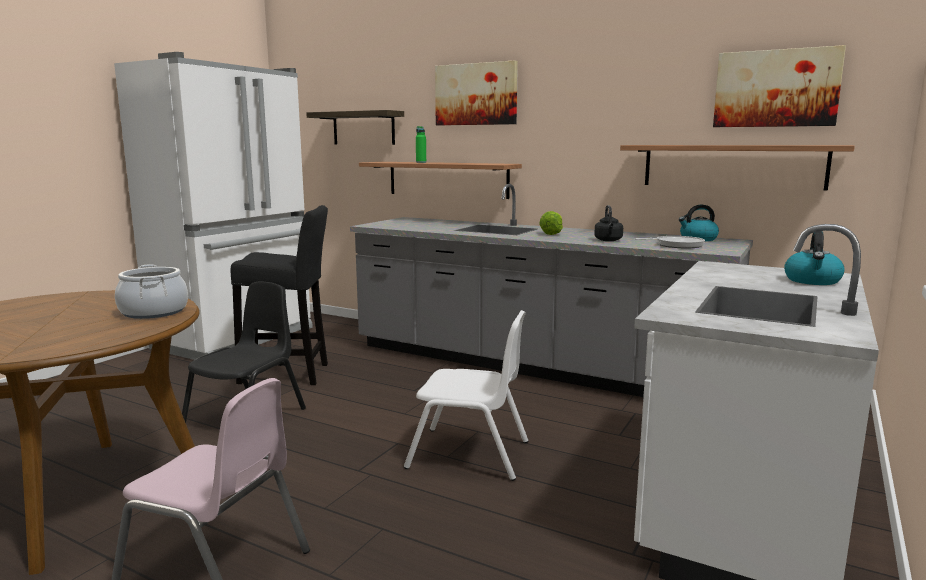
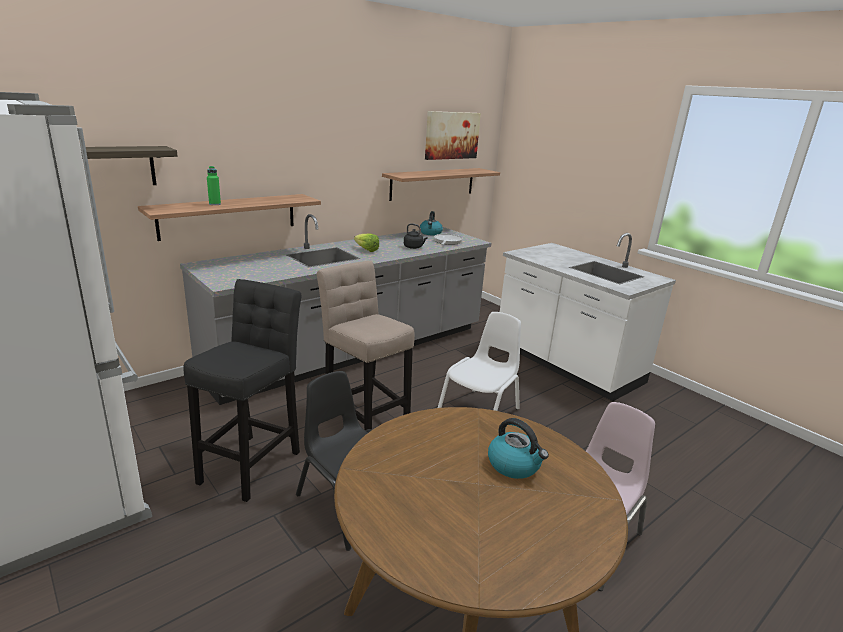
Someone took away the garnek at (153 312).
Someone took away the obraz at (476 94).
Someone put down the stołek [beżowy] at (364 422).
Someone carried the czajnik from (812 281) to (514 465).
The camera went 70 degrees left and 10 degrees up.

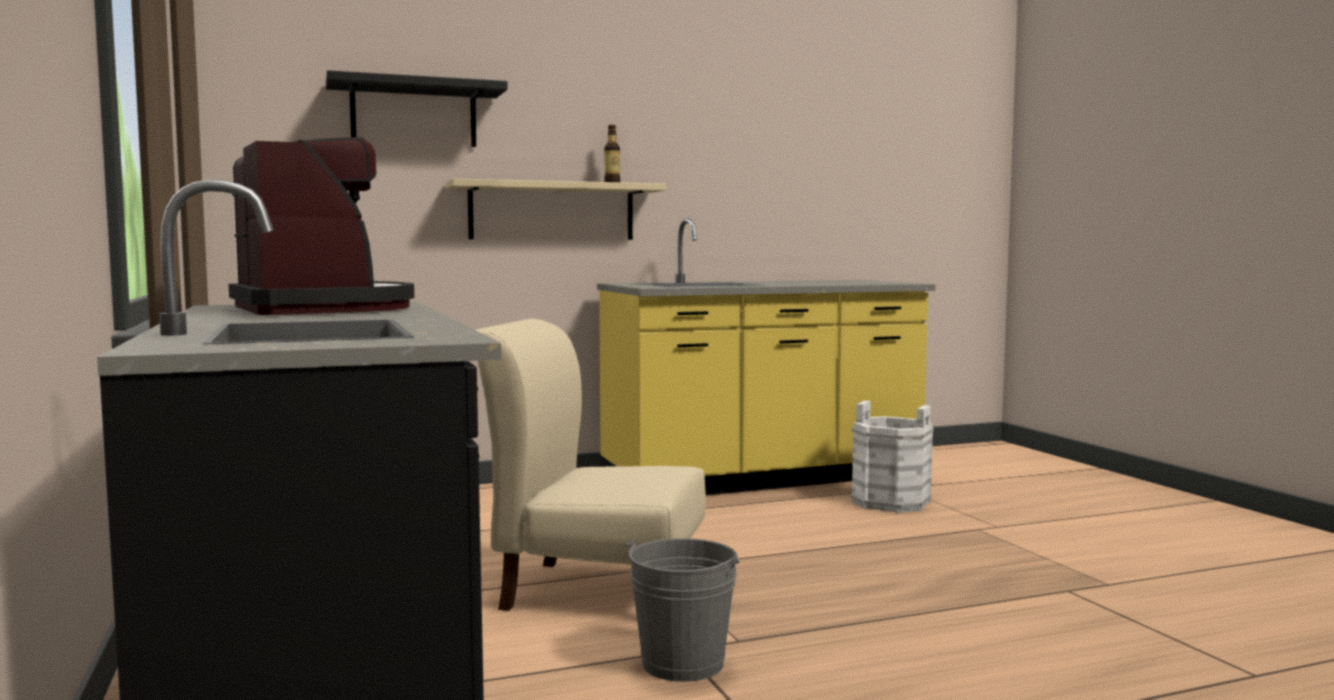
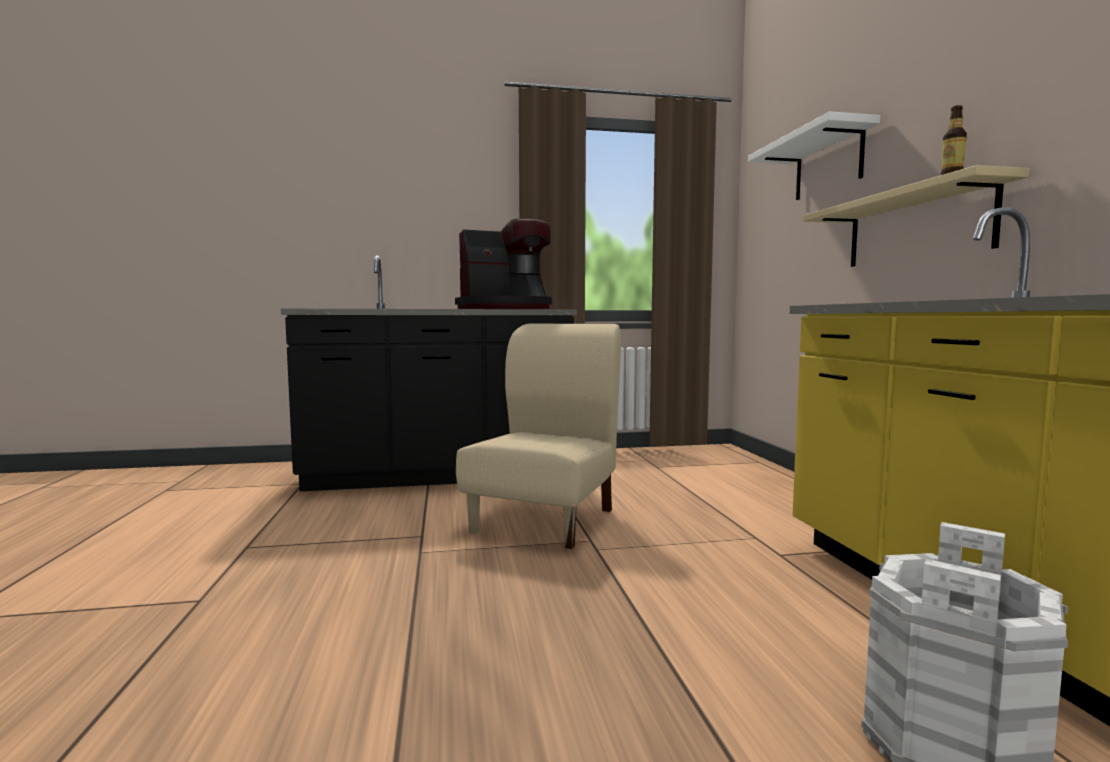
Someone took away the wiadro [szary] at (682 663).
Someone repainted the półka [czarny] at (414 115), which became the półka [biały] at (828 164).
The camera went 100 degrees right and 0 degrees up.

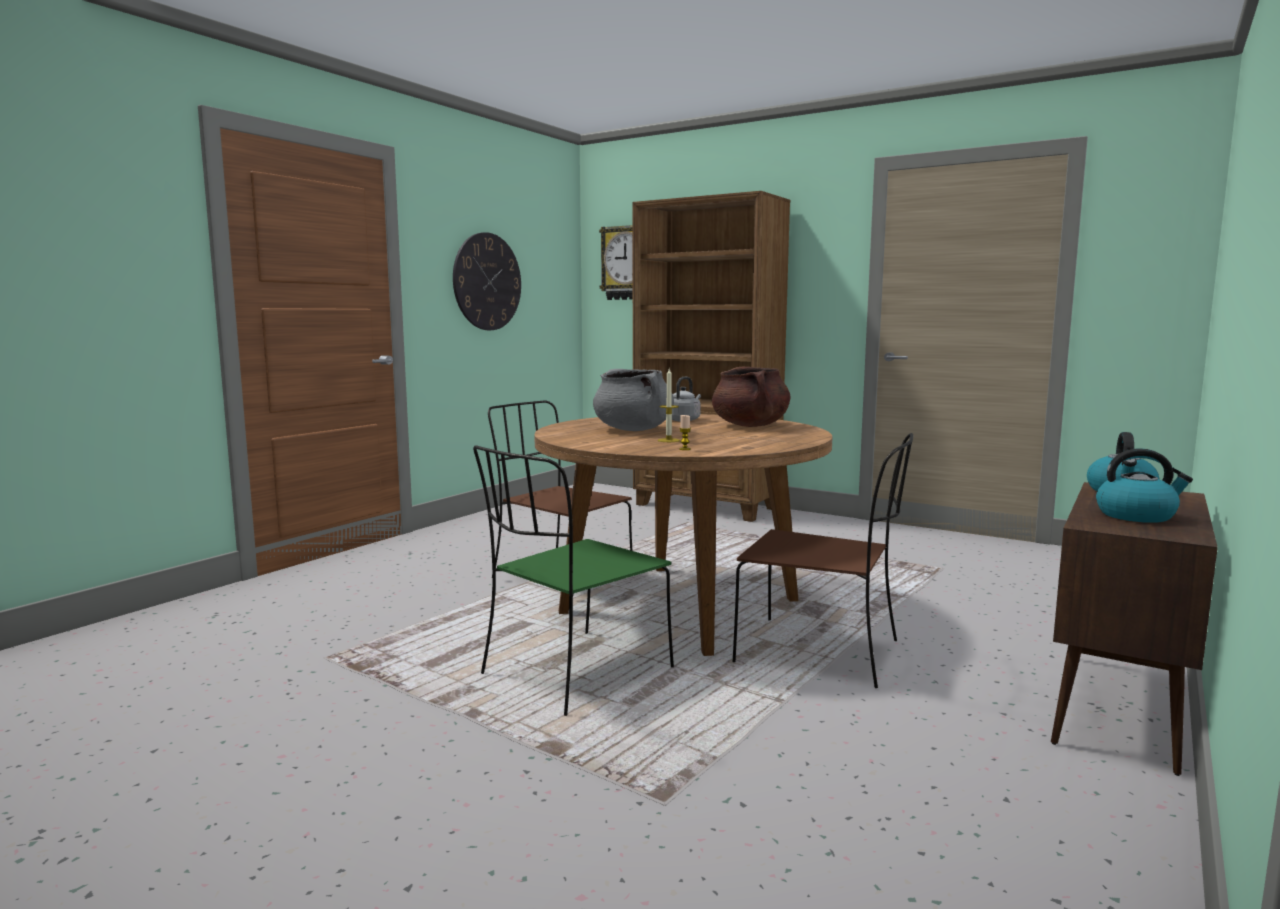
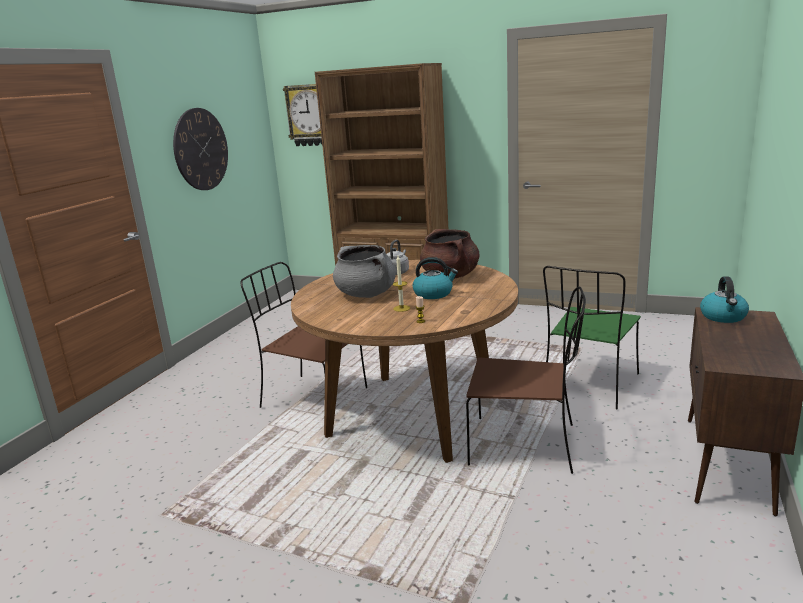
Someone carried the krzesło [zielony] from (574 673) to (590 385).
Someone carried the czajnik from (1137 515) to (434 294).
The camera went 10 degrees left and 10 degrees up.

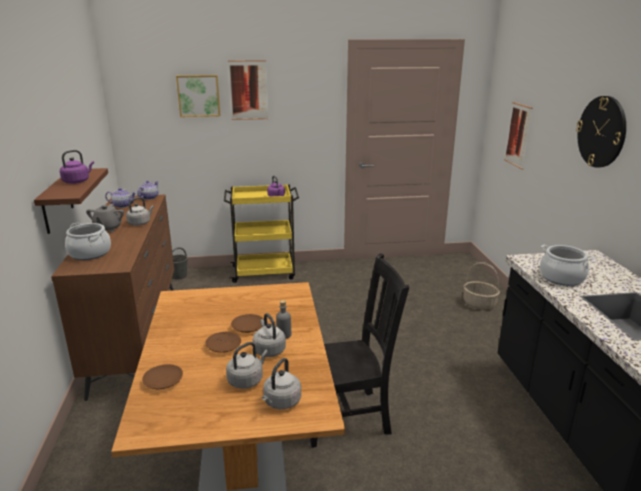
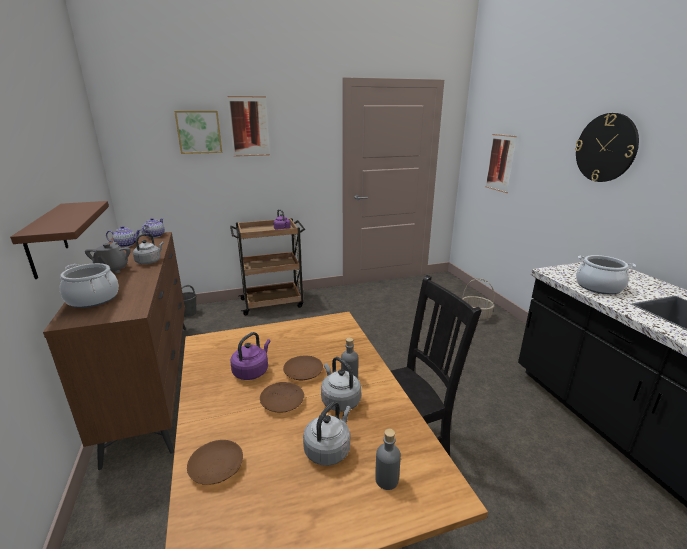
Someone carried the czajnik [fioletowy] from (77 181) to (252 371).
Someone swapped the czajnik [szary] at (281 402) for the butelka [szary] at (386 479).
Someone repainted the wózek [żółty] at (264 272), which became the wózek [brązowy] at (273 303).
The camera went 10 degrees left and 0 degrees up.

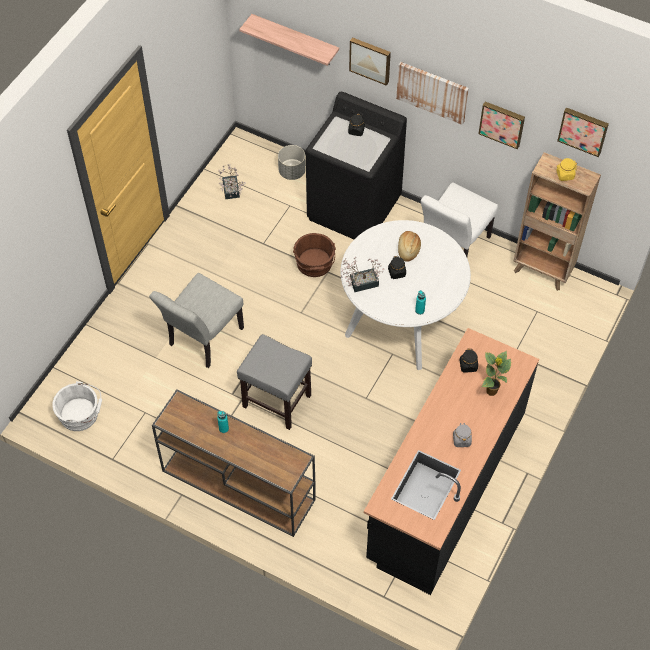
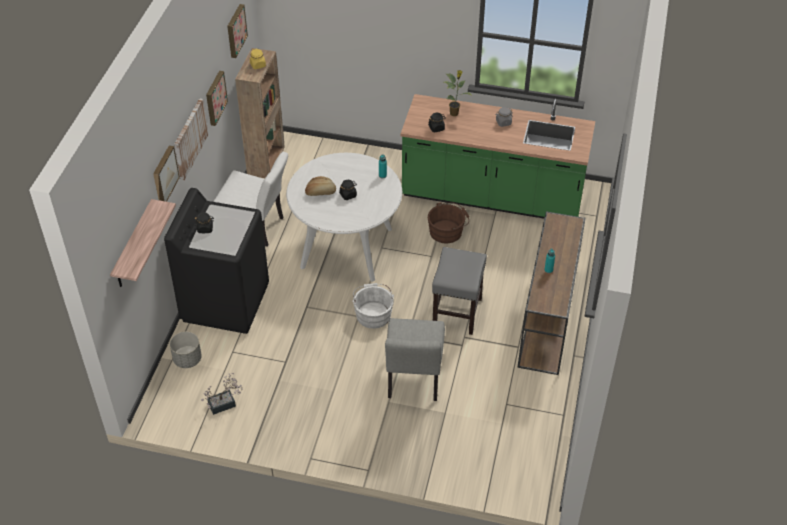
Someone took away the roślina doniczkowa at (360 283).
Someone carried the wiadro [biały] from (81 414) to (373 313).
Someone carried the wiadro [brązowy] from (314 264) to (447 231).
Someone repainted the zabudowa kuchenna [czarny] at (444 487), which became the zabudowa kuchenna [zielony] at (492 197).
Someone rotated the krzesło [szary] at (202 340) by 75 degrees clockwise.
The camera went 105 degrees left and 10 degrees down.

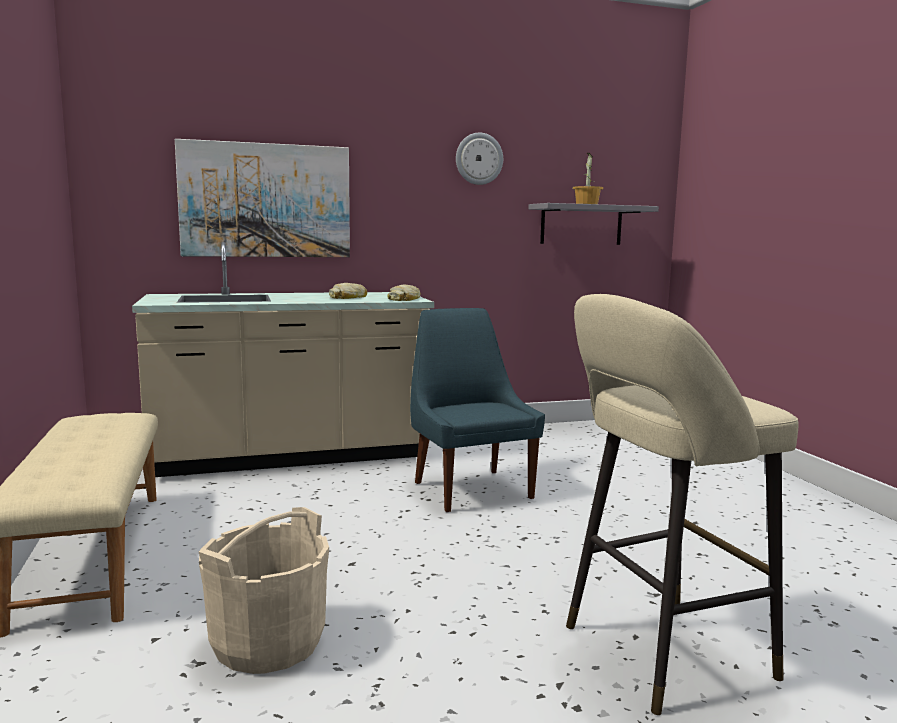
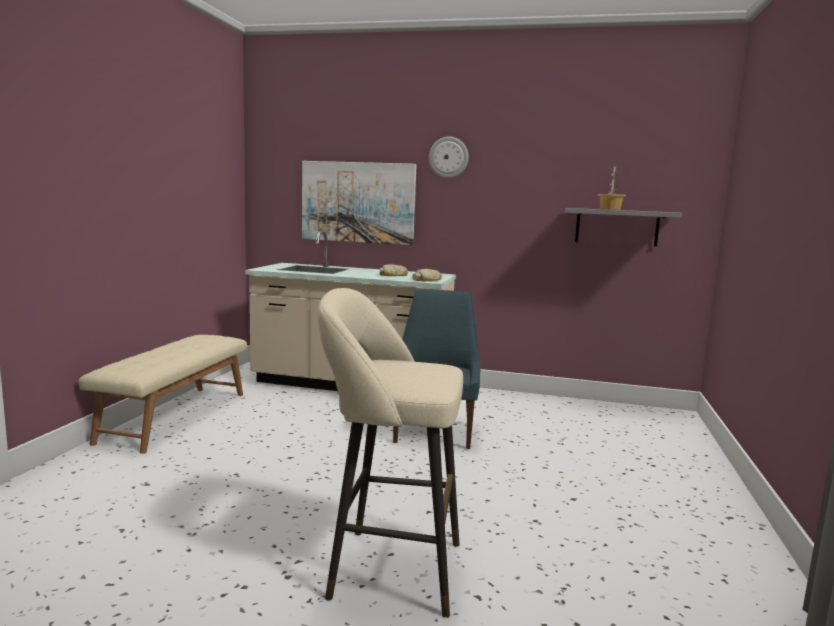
Someone took away the wiadro [beżowy] at (267 642).
Someone carried the zegar ścienny from (479 159) to (448 157).
The camera went 30 degrees right and 0 degrees up.

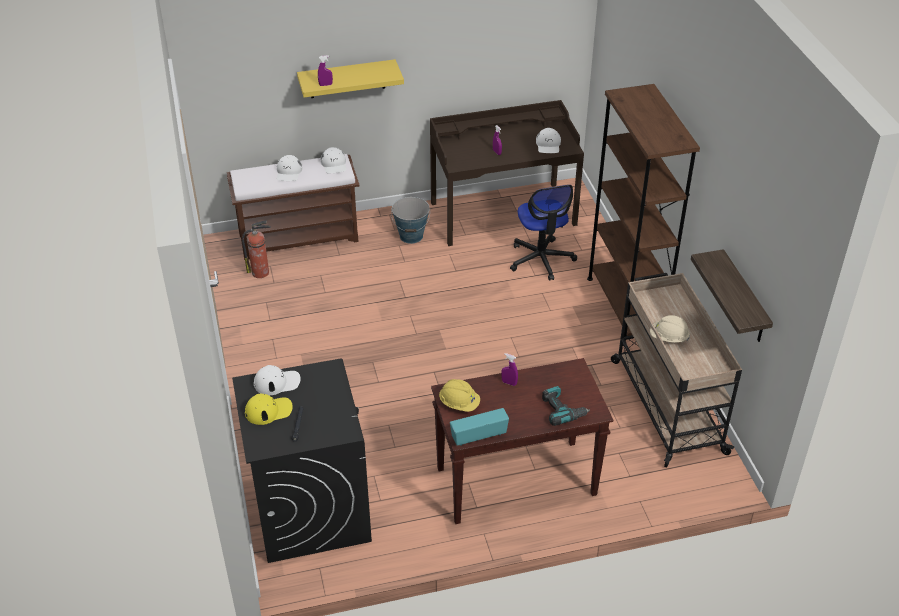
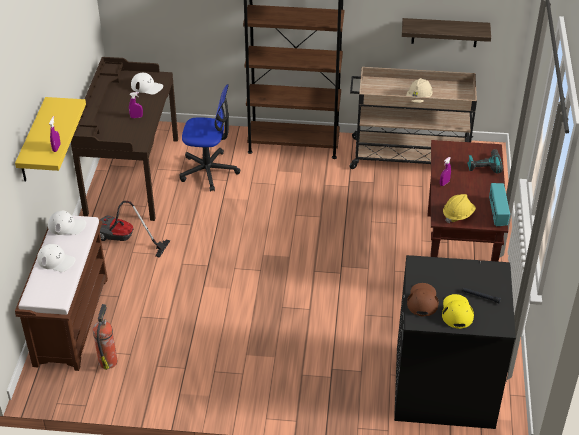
Someone swapped the wiadro at (411 236) for the odkurzacz at (124 240).
Someone repainted the czapka z daszkiem [biały] at (277 382), which became the czapka z daszkiem [brązowy] at (422 300).
The camera went 70 degrees left and 0 degrees up.

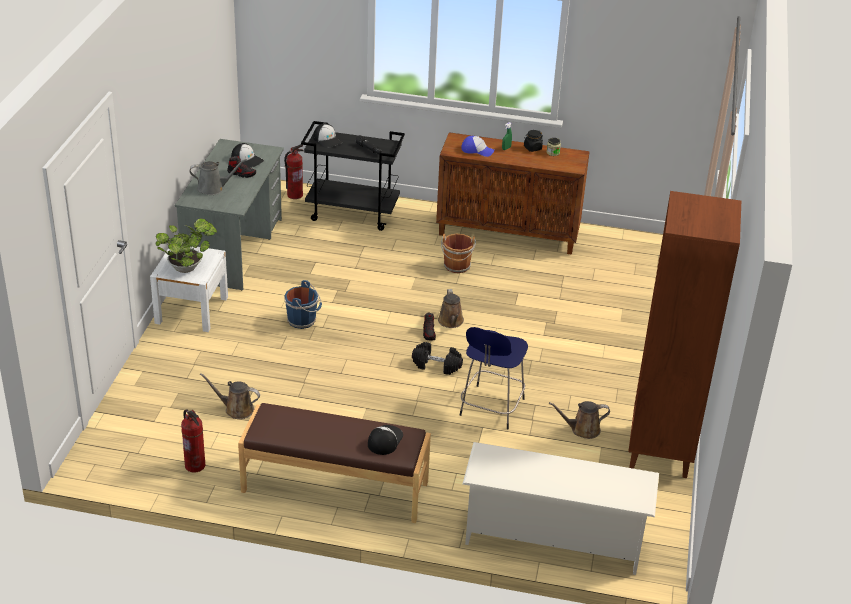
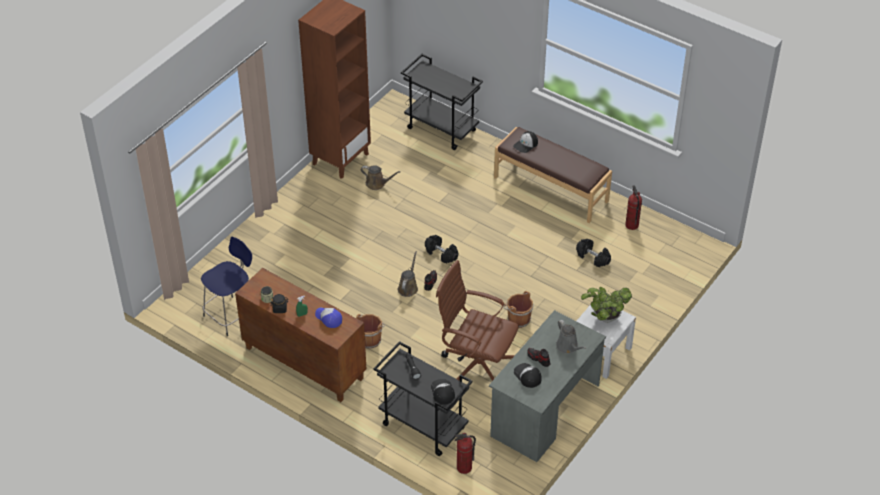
Someone put down the krzesło biurowe [brązowy] at (476 366).
Someone carried the stołek [niebieski] from (491 408) to (231 315).
Someone swapped the konewka [brązowy] at (236 409) for the hantel [czarny] at (593 257).
Someone swapped the regał na buty [biały] at (553 538) for the wózek [czarny] at (442 129).
Someone repainted the wiadro [niebieski] at (303 320), which became the wiadro [brązowy] at (518 319).
Someone rotated the konewka [szary] at (213 188) by 135 degrees counterclockwise.
The camera went 155 degrees left and 10 degrees up.

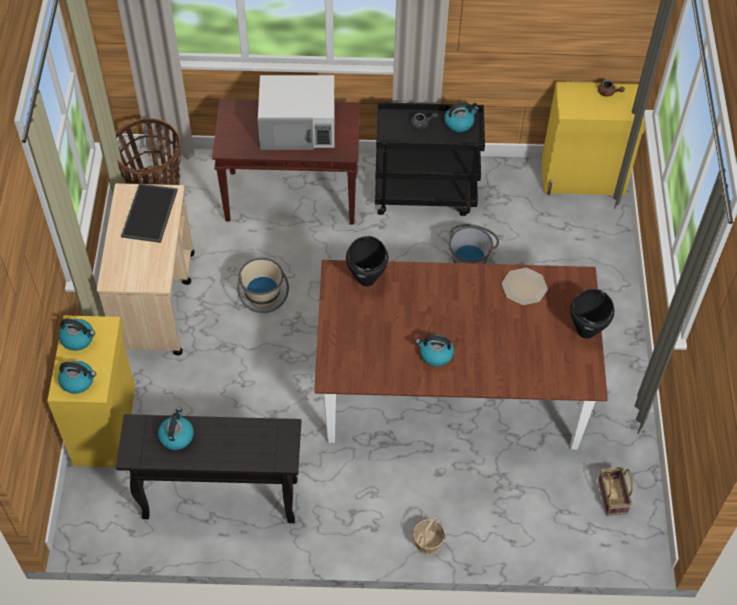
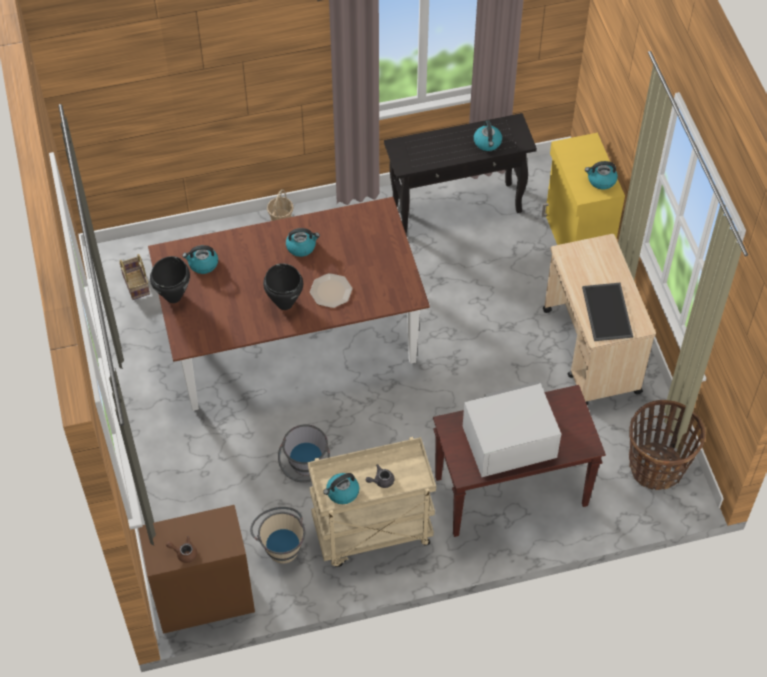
Someone carried the czajnik from (78 381) to (202 264).
Someone carried the wiadro [beżowy] from (264 302) to (280 544).
Someone carried the garnek [czarny] from (367 279) to (284 304).
Someone carried the talerz from (524 287) to (330 291).
Someone repainted the wózek [czarny] at (425 194), which became the wózek [beżowy] at (371 533).
Someone repainted the szafka [żółty] at (583 178), which became the szafka [brązowy] at (203 599).
The camera went 165 degrees right and 0 degrees up.

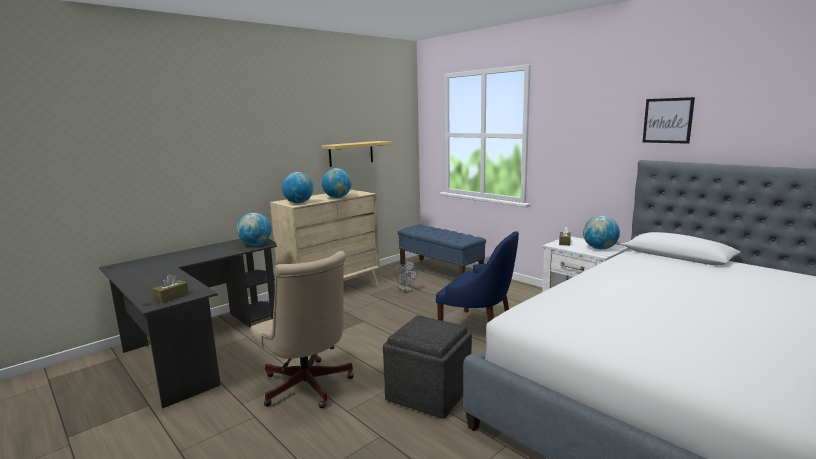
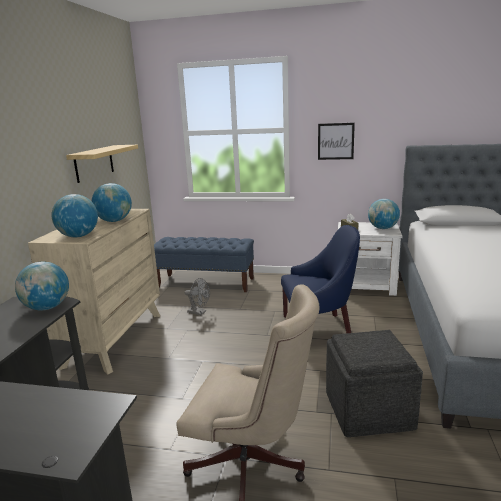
Someone took away the pudełko chusteczek [brązowy] at (171 296).
Someone carried the obraz from (667 120) to (335 141).
The camera went 35 degrees left and 5 degrees up.

